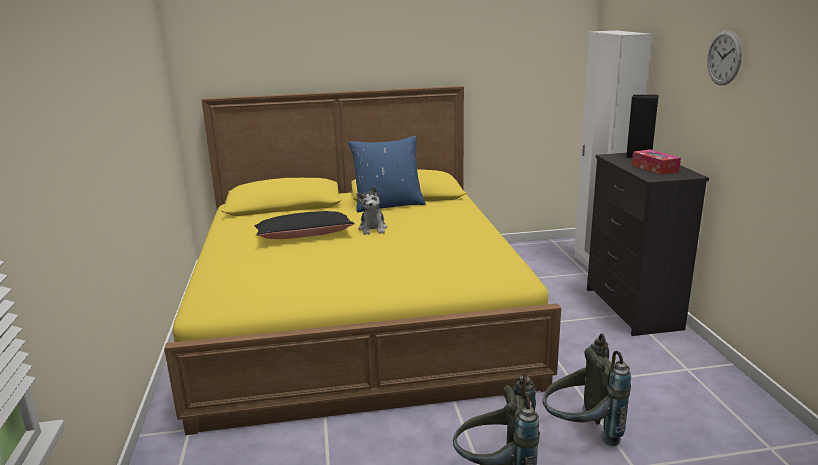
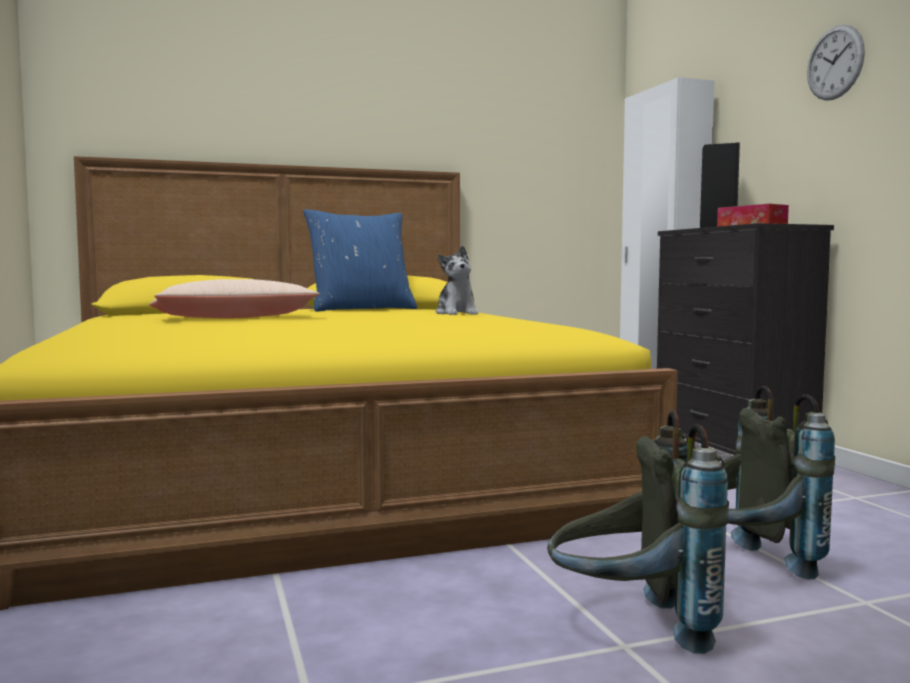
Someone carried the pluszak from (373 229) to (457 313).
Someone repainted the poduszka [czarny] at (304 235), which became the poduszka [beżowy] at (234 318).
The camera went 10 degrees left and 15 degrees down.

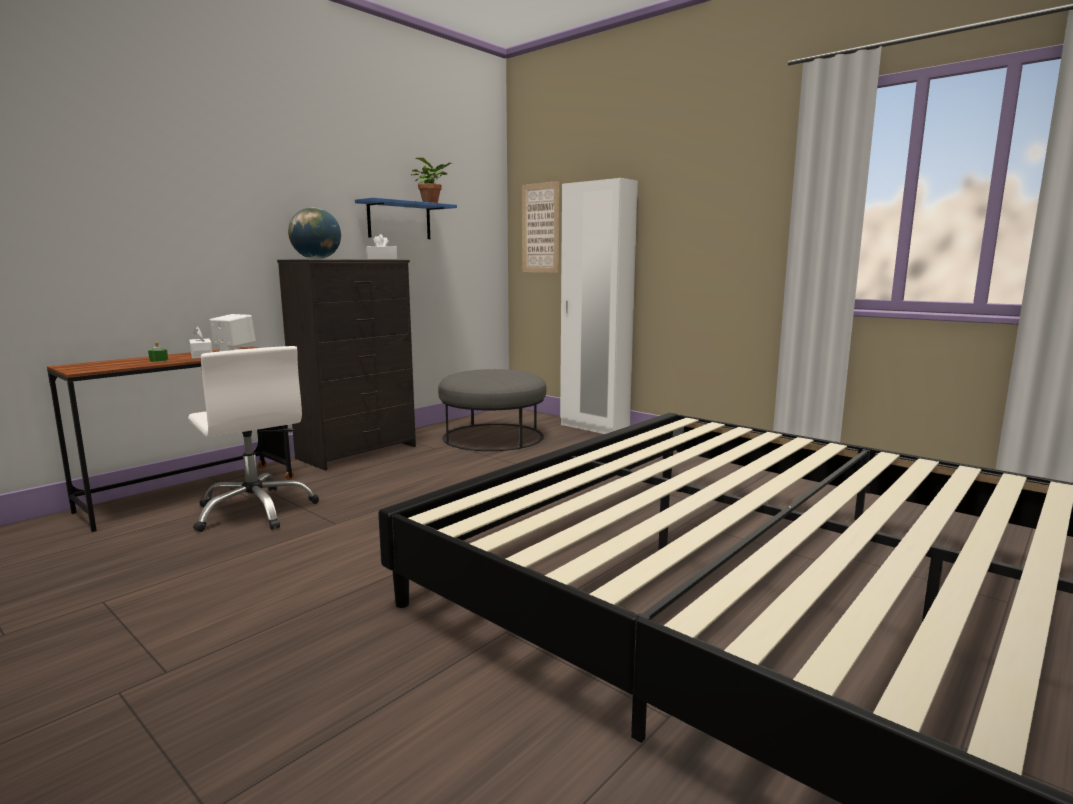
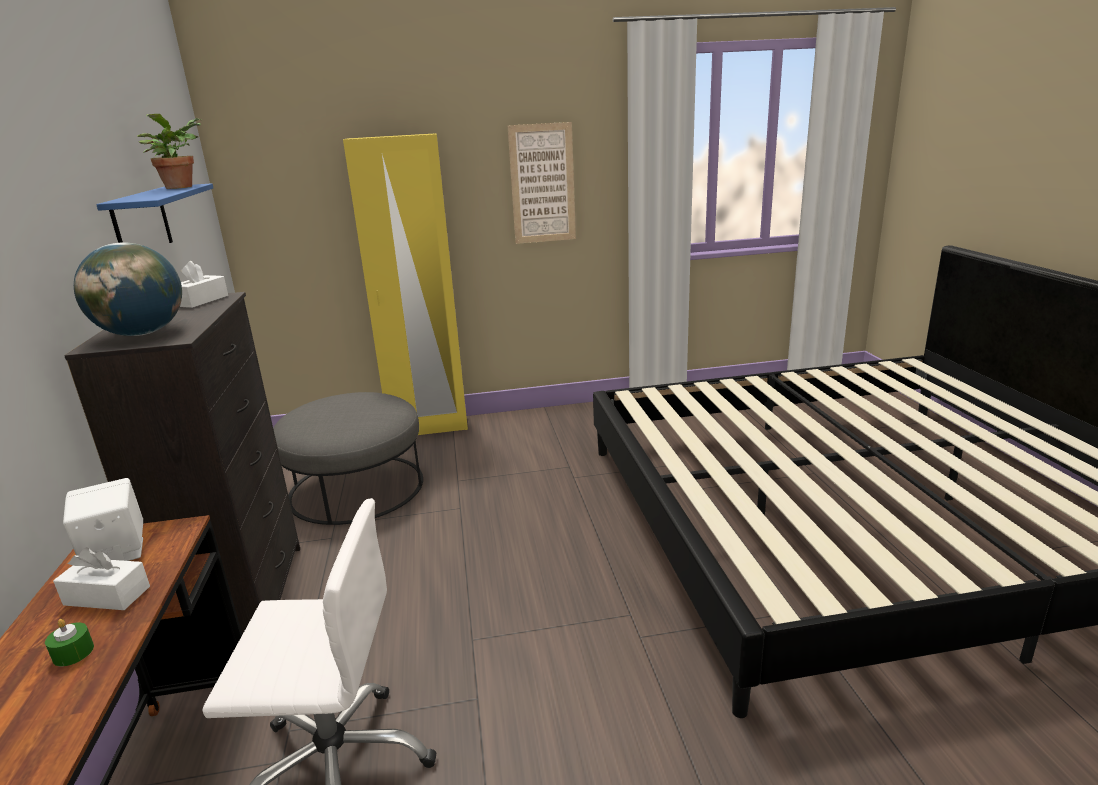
Someone carried the obraz from (540 228) to (542 184).
Someone repainted the szafa [biały] at (594 428), which became the szafa [żółty] at (428 428).
The camera went 50 degrees left and 10 degrees up.

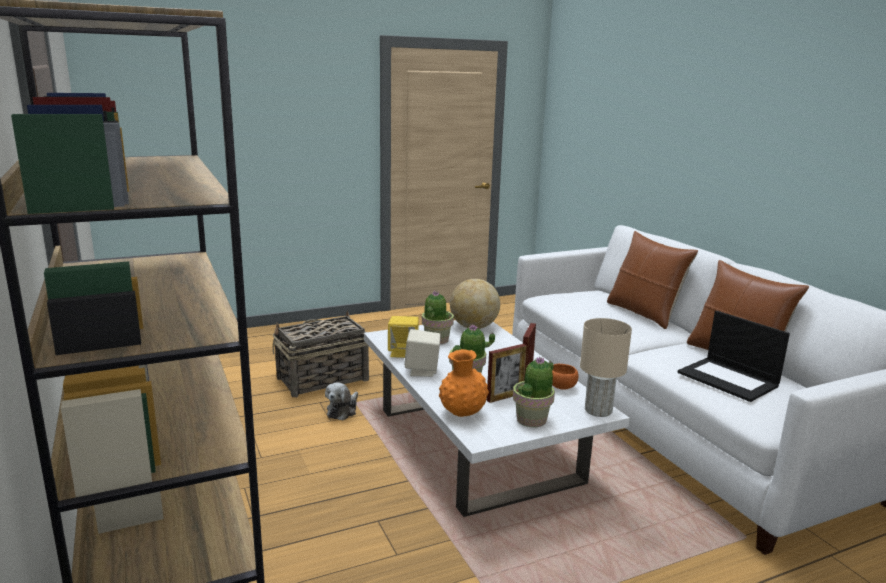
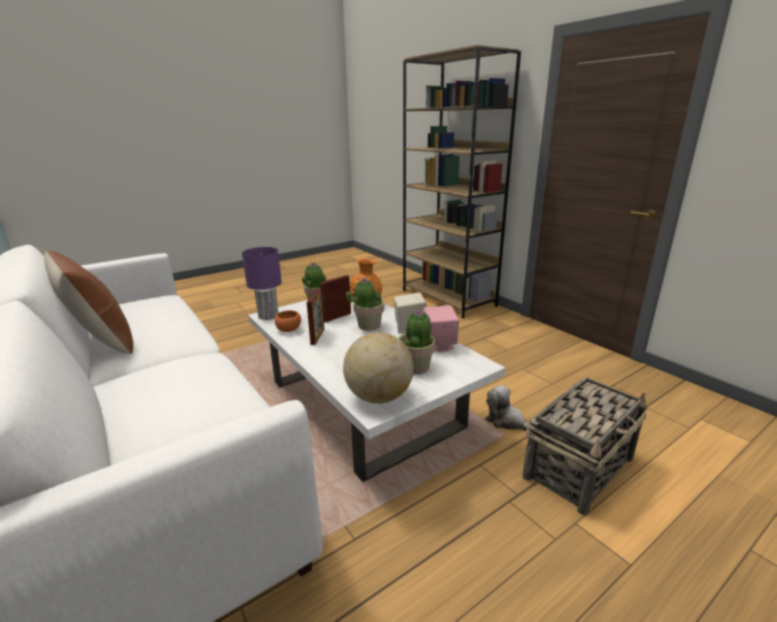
Someone took away the poduszka [brązowy] at (644 313).
Someone took away the laptop at (729 379).
Someone repainted the głośnik [żółty] at (403 353), which became the głośnik [różowy] at (439 345).
Someone repainted the lampa stołowa [beżowy] at (597 410), which became the lampa stołowa [fioletowy] at (269 316).
Someone rotated the pluszak at (343 410) by 60 degrees counterclockwise.
The camera went 170 degrees right and 5 degrees up.

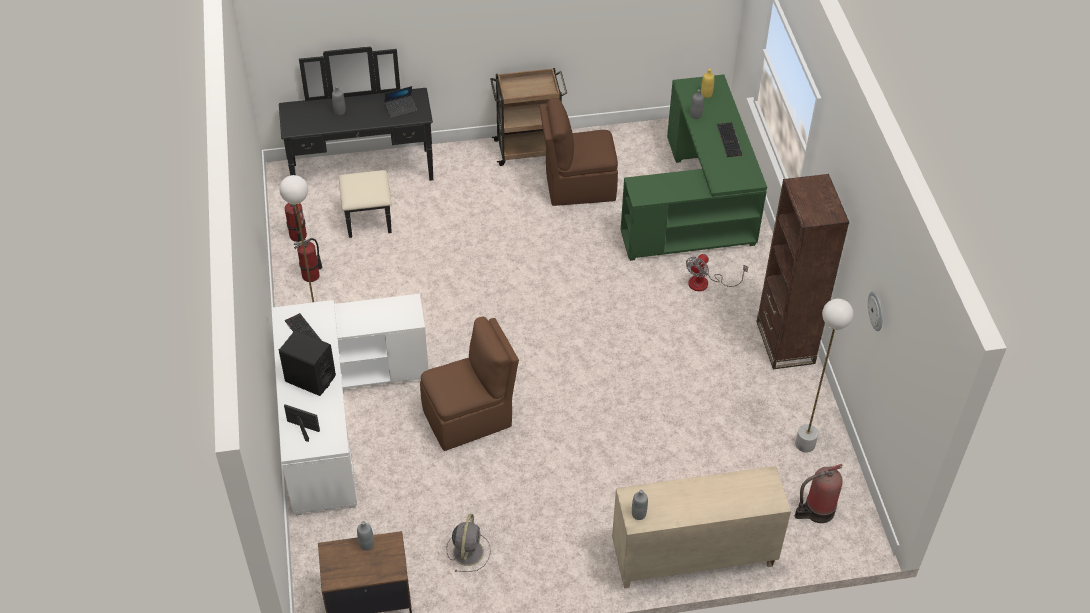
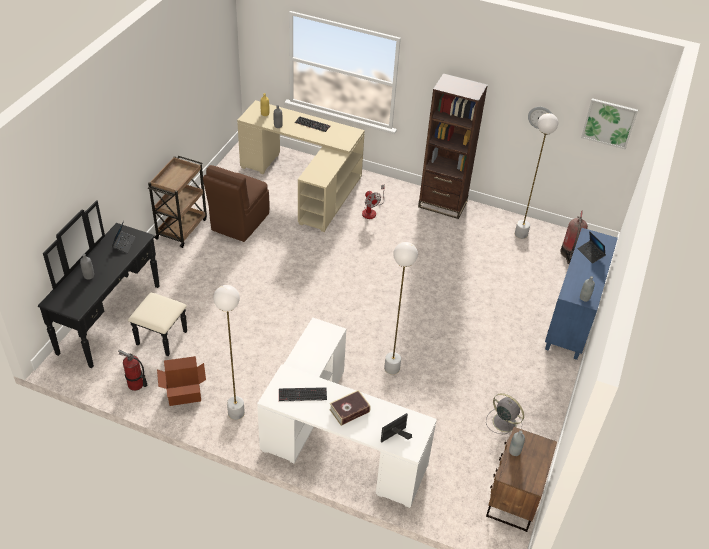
Someone put down the laptop at (590 254).
Someone put up the obraz at (609 123).
Someone swapped the głośnik [czarny] at (310 379) for the książka at (349 411).
Someone swapped the gaśnica at (311 275) for the karton at (184 395).
Someone swapped the krzesło [brązowy] at (469 417) for the lampa stojąca [biały] at (392 368).
Someone repainted the szafka [beżowy] at (692 558), which became the szafka [niebieski] at (572 319).
Someone repainted the biurko [zielony] at (697 205), which became the biurko [beżowy] at (306 183).
The camera went 60 degrees left and 5 degrees down.

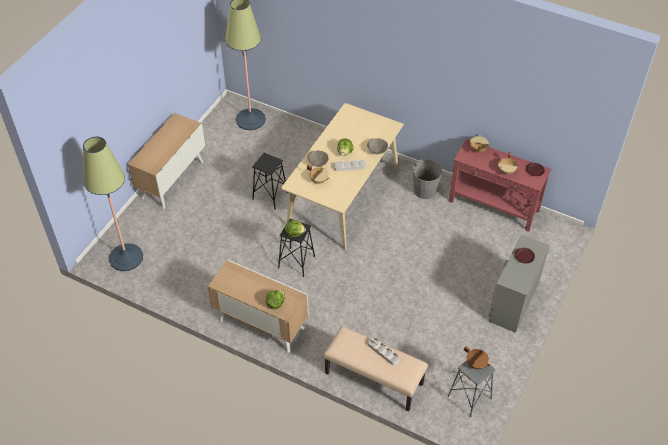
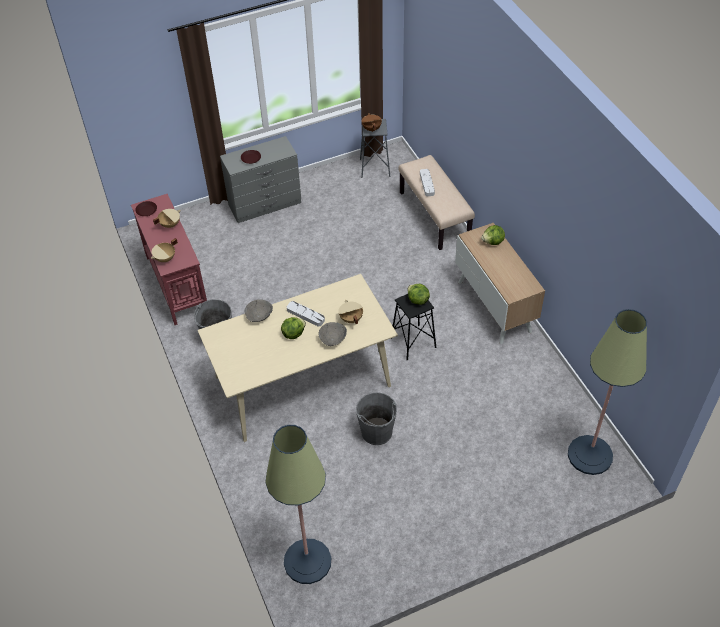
Someone took away the szafka at (172 179).
Someone swapped the stołek [czarny] at (270 196) for the wiadro [szary] at (376 432).
The camera went 140 degrees left and 0 degrees up.

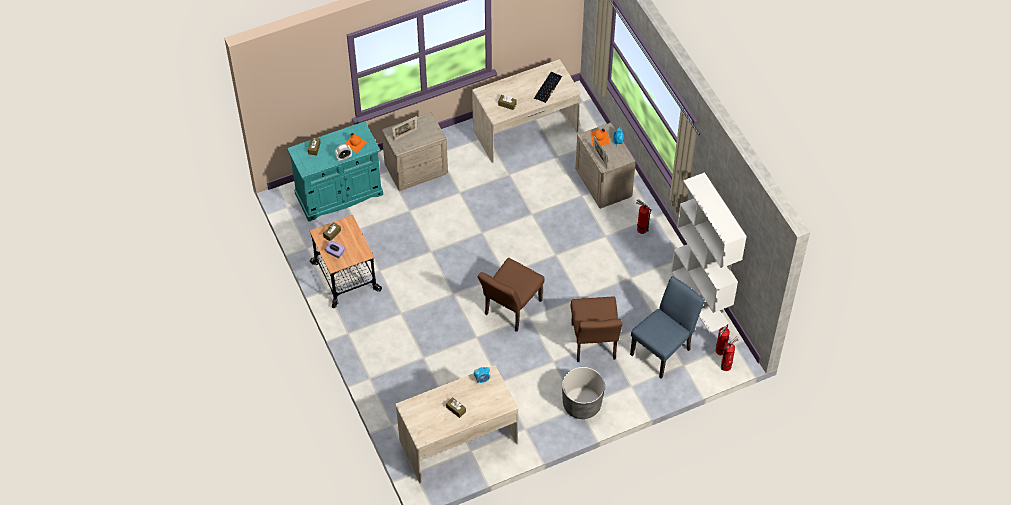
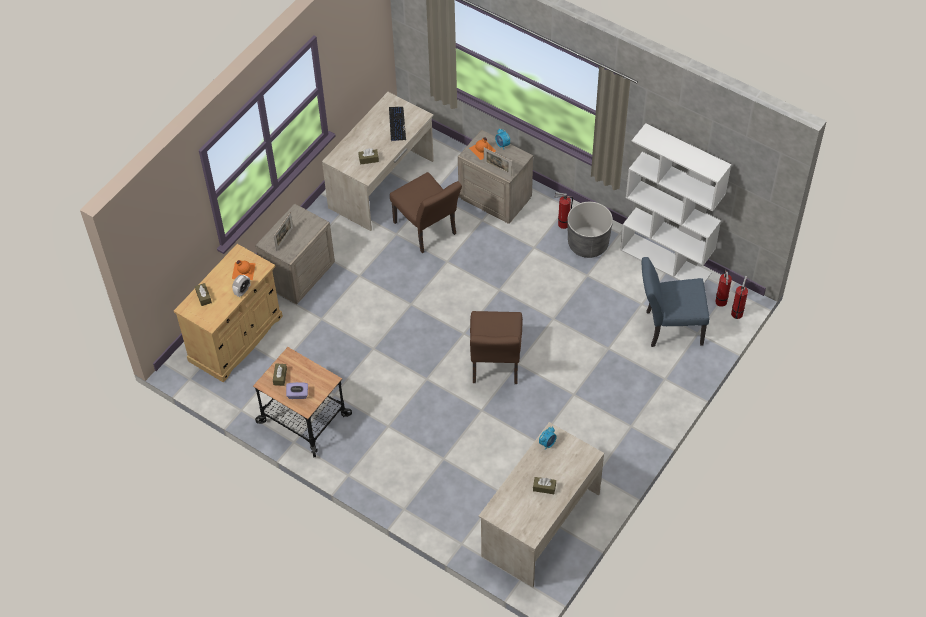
Someone carried the donica [szary] from (582 404) to (588 243).
Someone carried the krzesło [brązowy] from (594 345) to (427 231).
Someone repainted the szafka [turkusowy] at (339 194), which became the szafka [beżowy] at (236 338).
Someone rotated the krzesło [niebieski] at (664 349) by 105 degrees counterclockwise.
The camera went 30 degrees left and 0 degrees up.

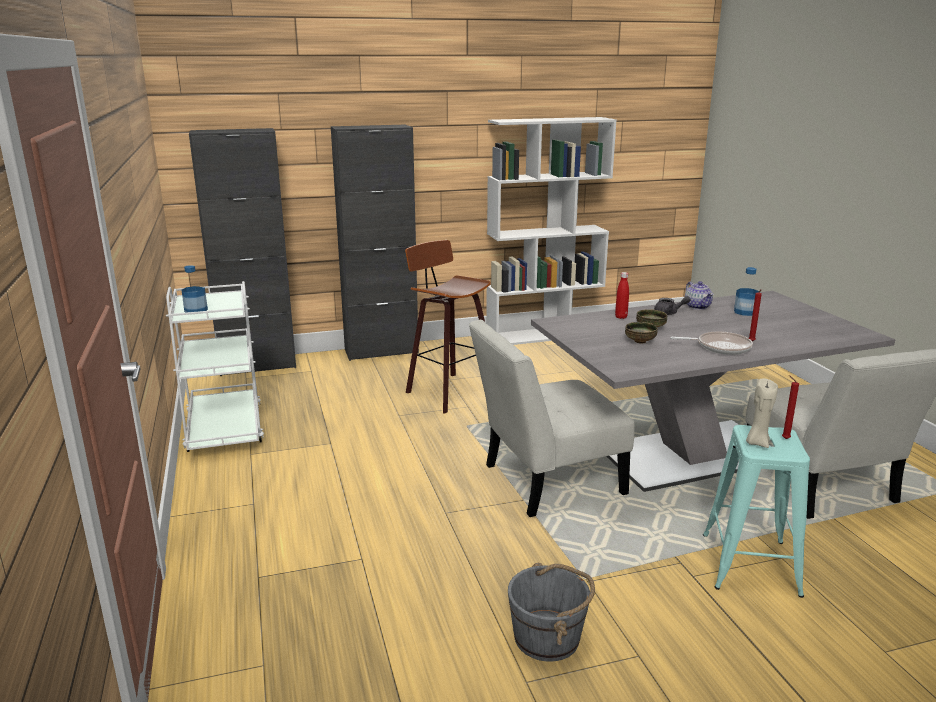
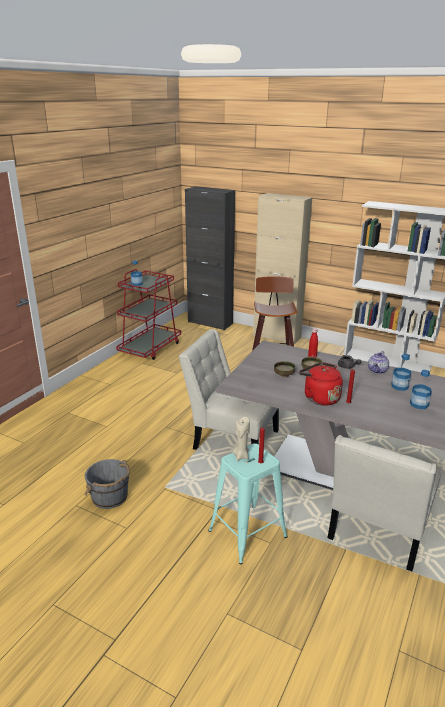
Someone put down the butelka at (419 404).
Someone swapped the patelnia at (720 347) for the czajnik [czerwony] at (319 398).
Someone repainted the wózek [biały] at (225 429), which became the wózek [czerwony] at (150 348).
Someone repainted the szafka [czarny] at (381 351), which became the szafka [beżowy] at (277 336).
The camera went 45 degrees right and 5 degrees up.

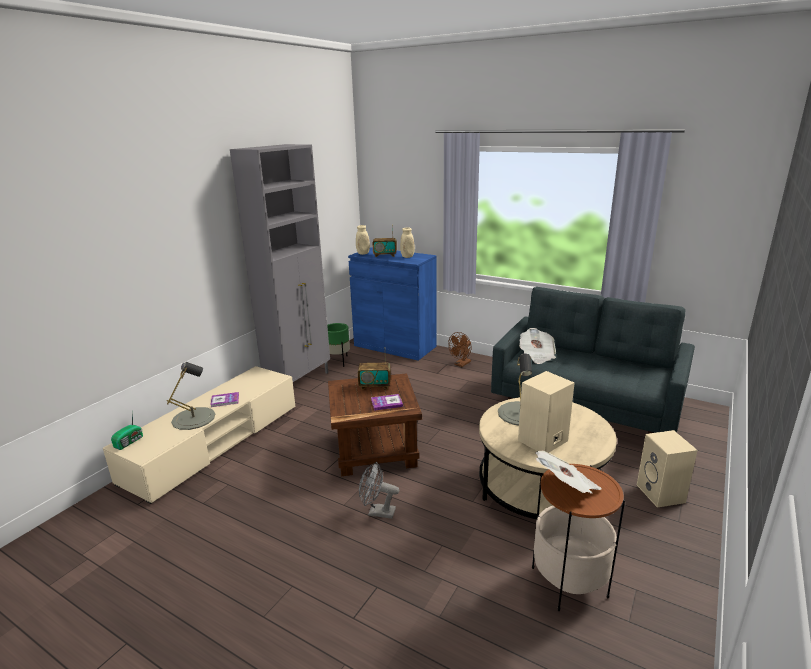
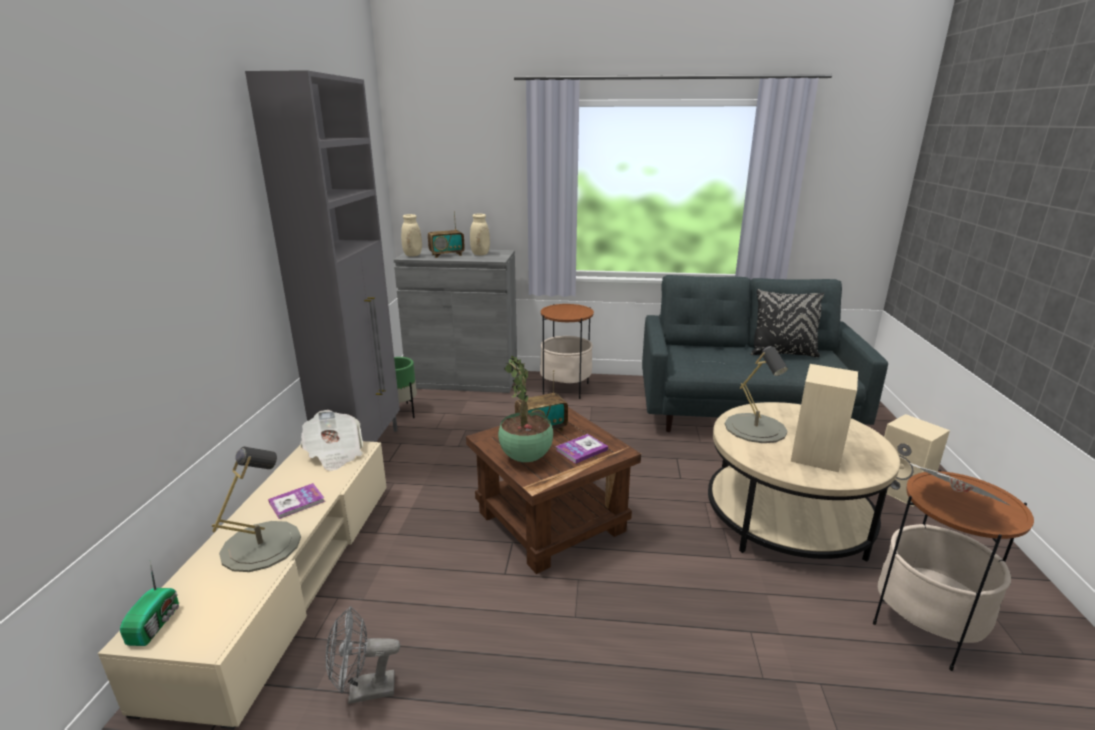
Someone put down the roślina doniczkowa at (526 459).
Someone put down the poduszka [czarny] at (782 353).
Someone carried the wentylator [szary] from (377 512) to (363 691).
Someone carried the gazeta from (537 355) to (334 454).
Someone swapped the wentylator [brązowy] at (461 364) for the stolik at (566 388).
Someone repainted the szafka [niebieski] at (395 346), which became the szafka [szary] at (463 380).
The camera went 25 degrees left and 0 degrees up.

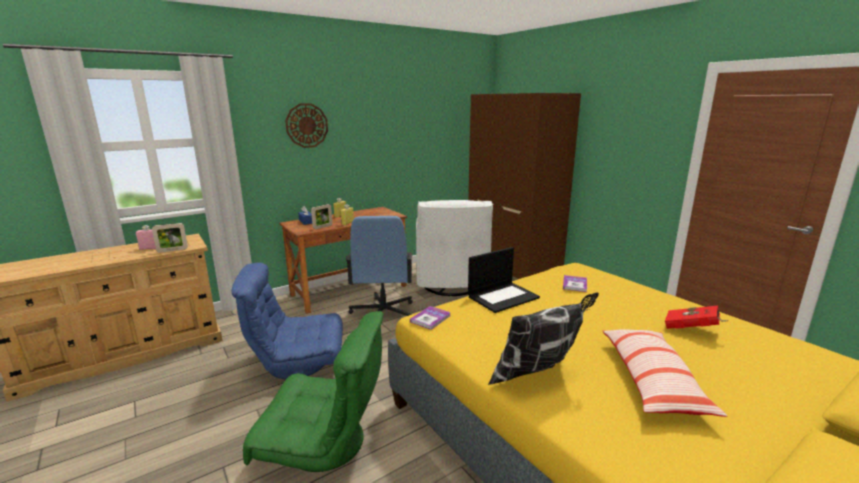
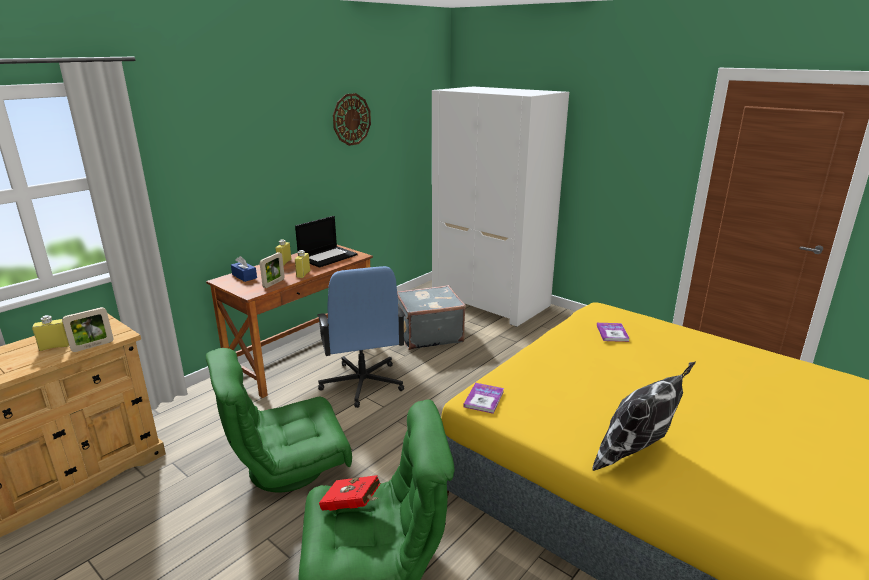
Someone took away the poduszka at (652 380).
Someone carried the zegar ścienny from (307 125) to (351 119).
Someone carried the laptop from (503 297) to (328 256).
Someone carried the książka [czerwony] from (692 330) to (352 506).
Someone swapped the fotel [biały] at (451 285) for the walizka [szary] at (428 334).
Someone repainted the butelka [różowy] at (150 248), which became the butelka [żółty] at (54 347).
Someone repainted the fotel [niebieski] at (298 362), which became the fotel [zielony] at (287 466).
Someone repainted the szafa [brązowy] at (513 267), which became the szafa [biały] at (491 301).
The camera went 15 degrees left and 5 degrees up.

